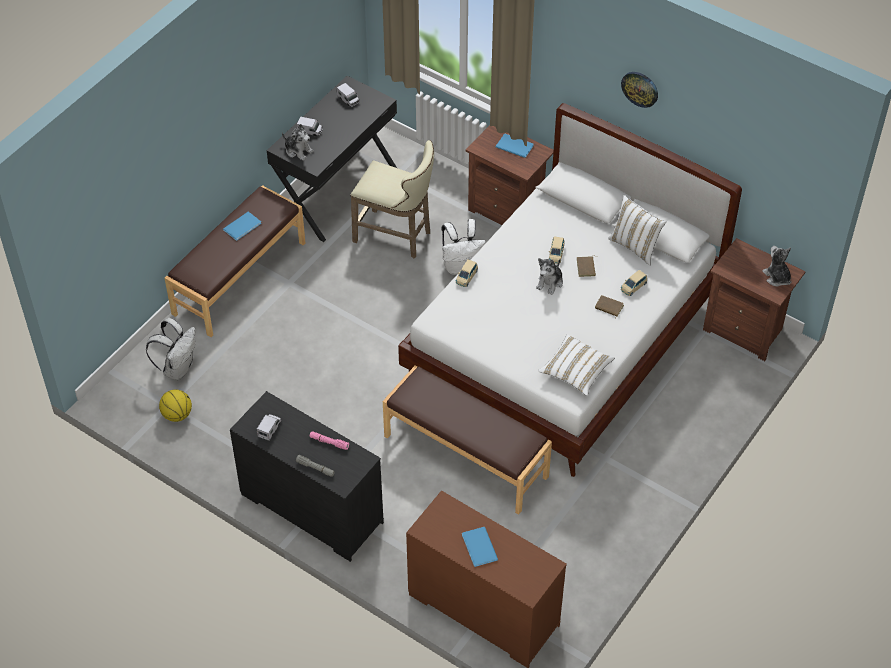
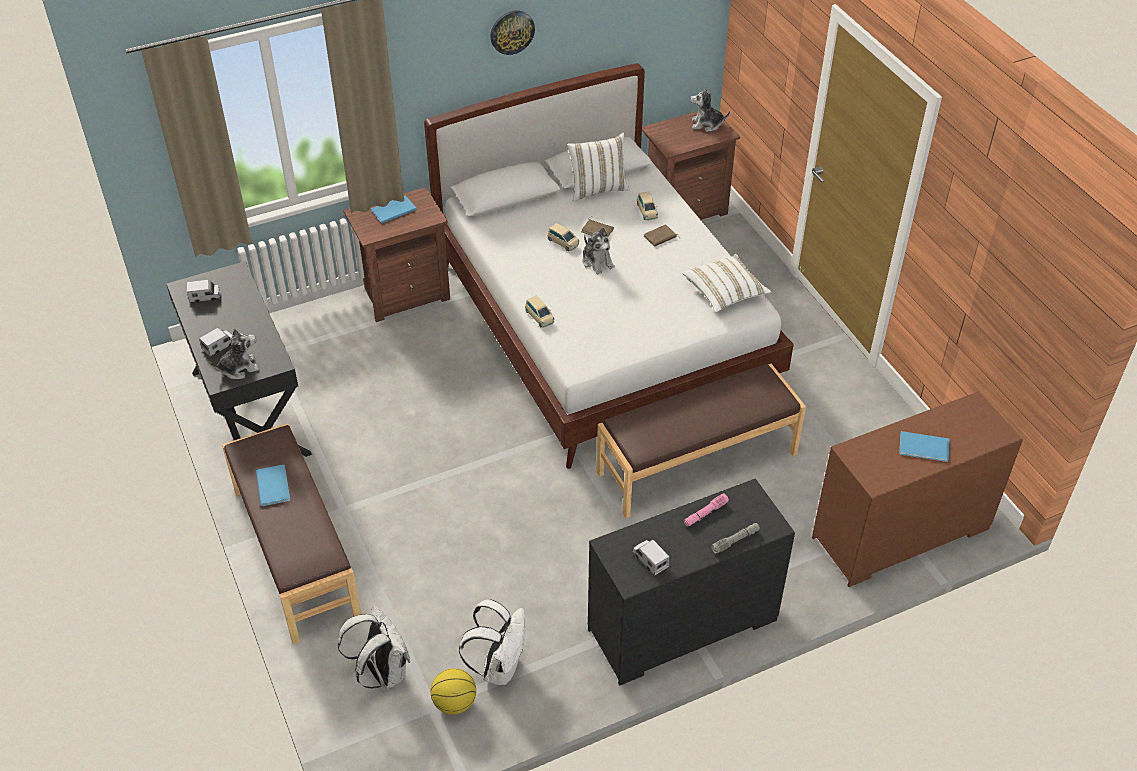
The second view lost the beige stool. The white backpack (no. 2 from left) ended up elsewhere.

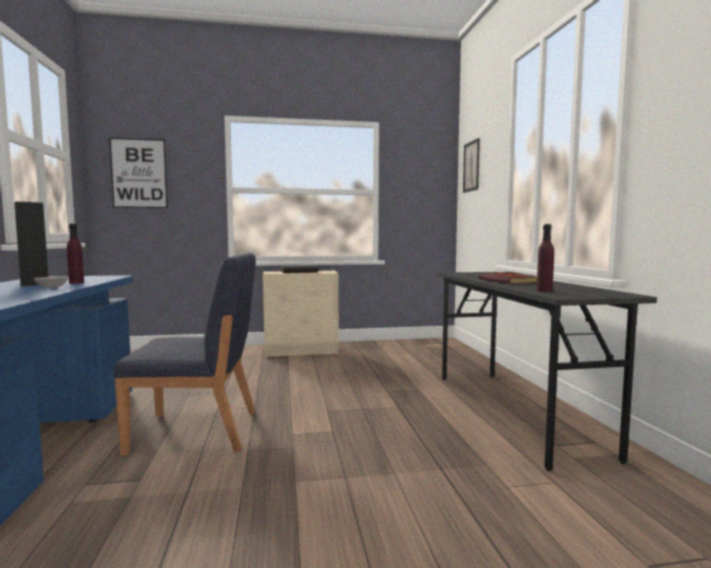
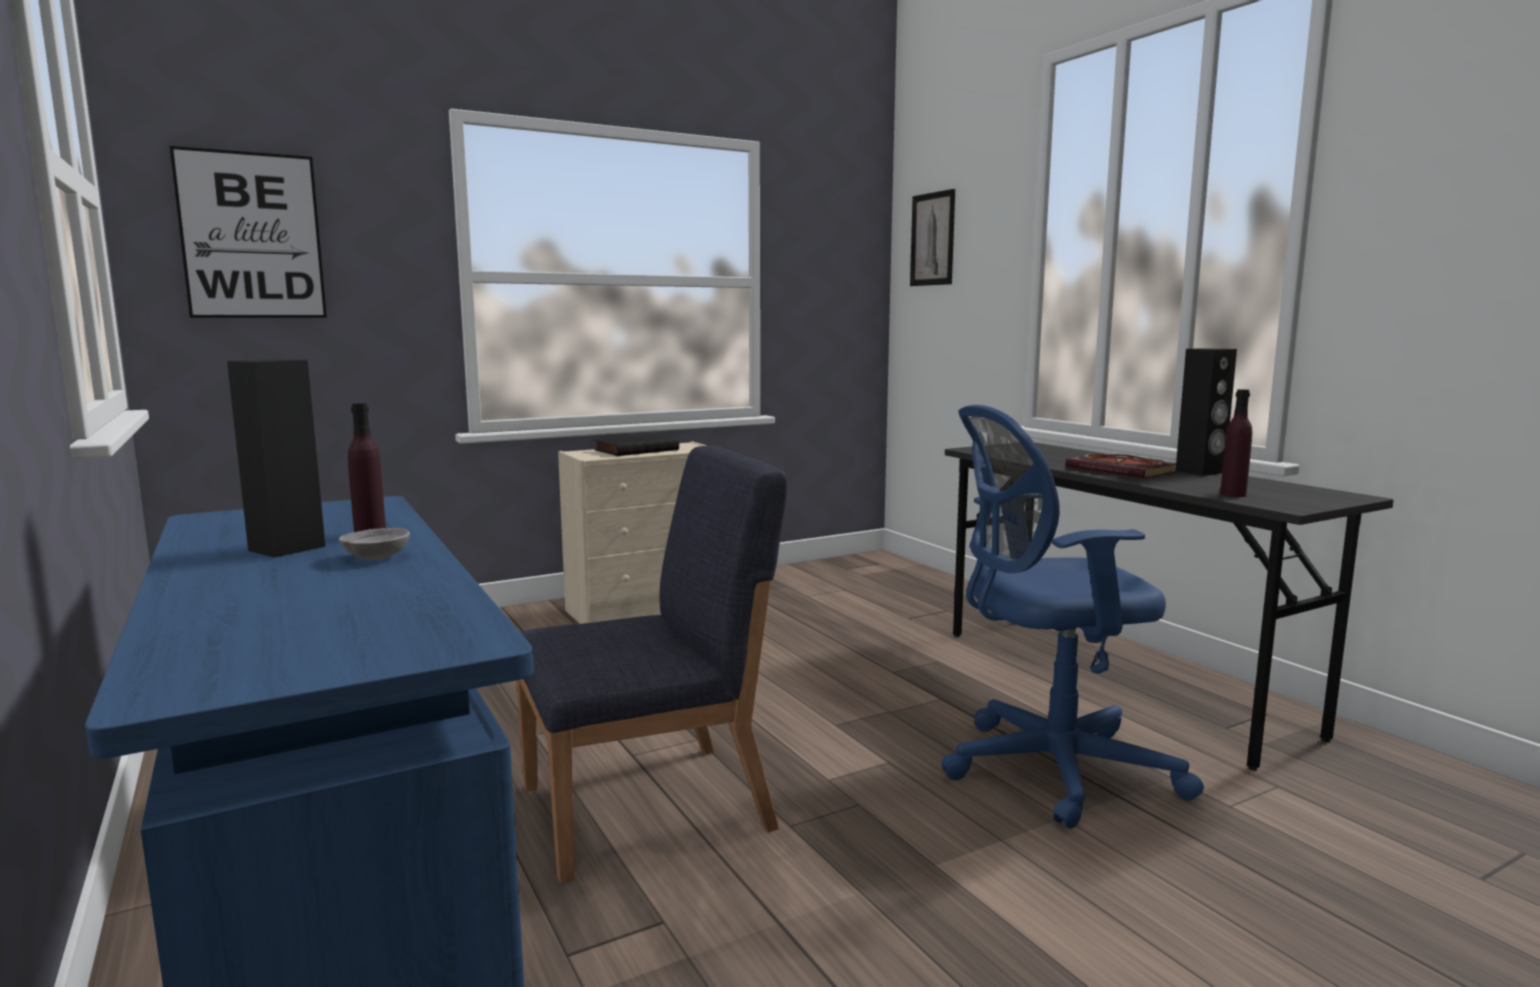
The second view gained the blue office chair. The second view gained the black speaker (no. 2 from left).

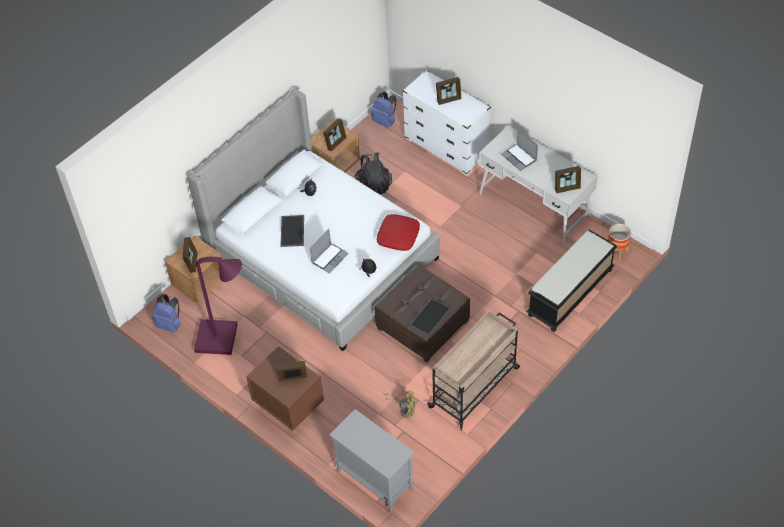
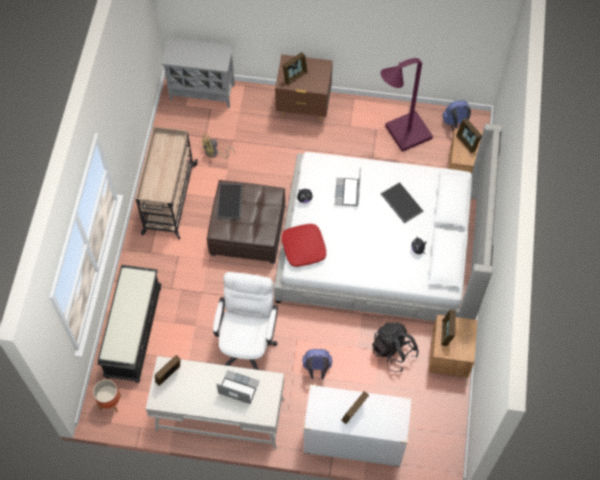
The blue backpack (no. 2 from left in the first image) ended up elsewhere. The second view gained the white office chair.

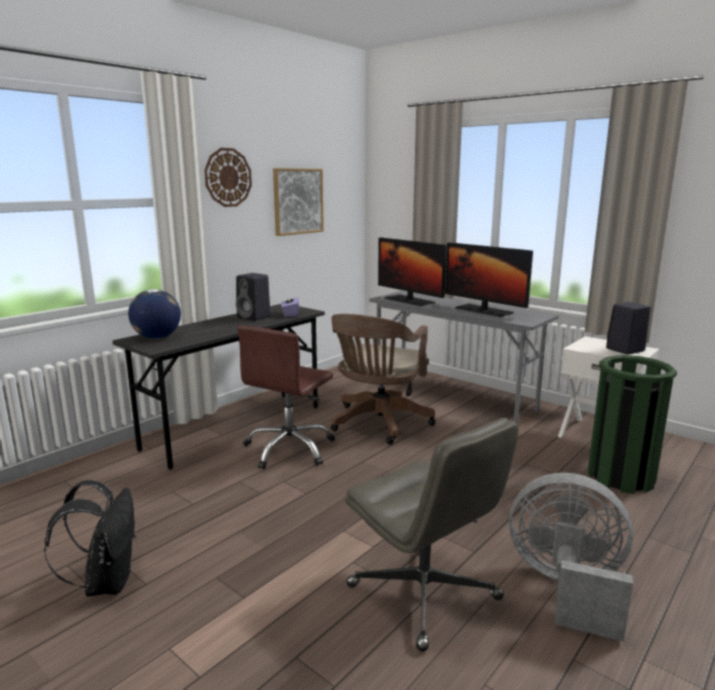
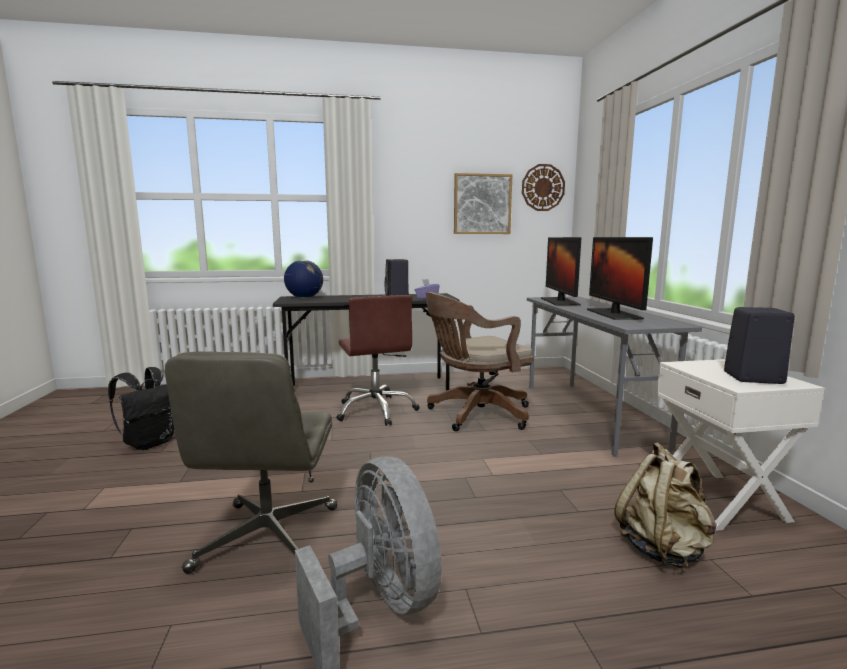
The wall clock ended up elsewhere. The brown office chair (no. 1 from left) ended up facing another way, 90 degrees counterclockwise from before. Where the green trash can stood, the beige backpack came to stand.

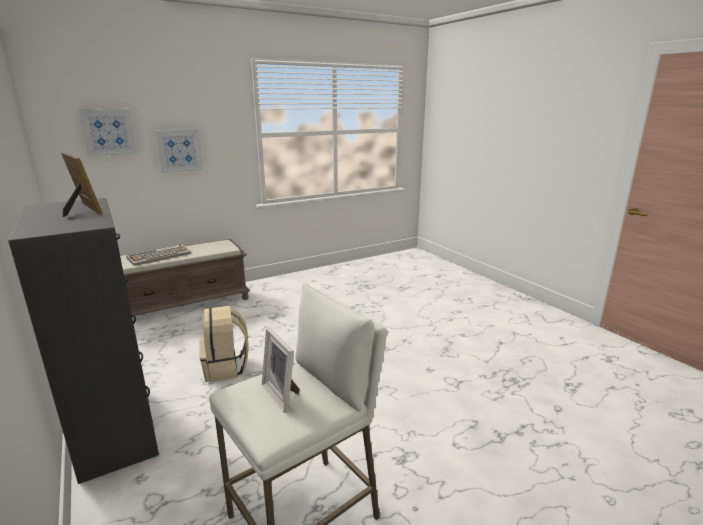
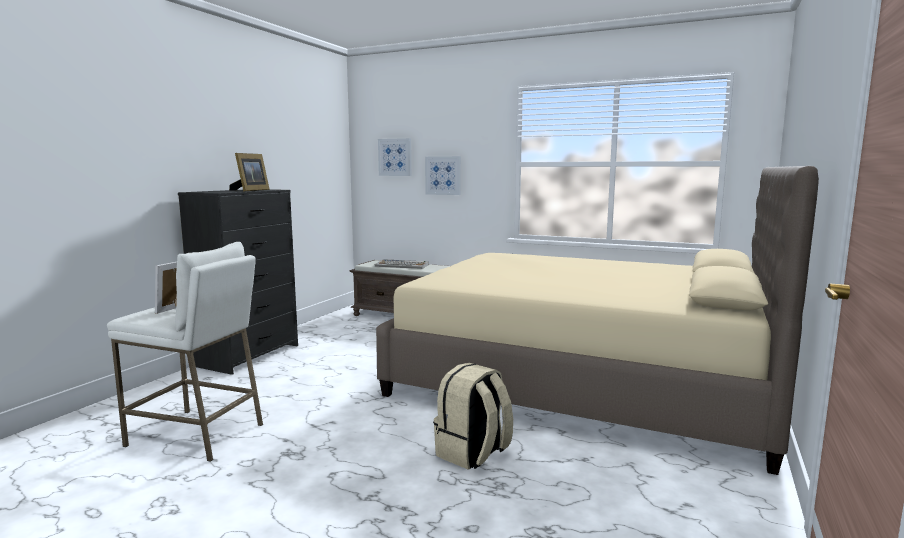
The beige backpack ended up elsewhere. The second view gained the beige bed.

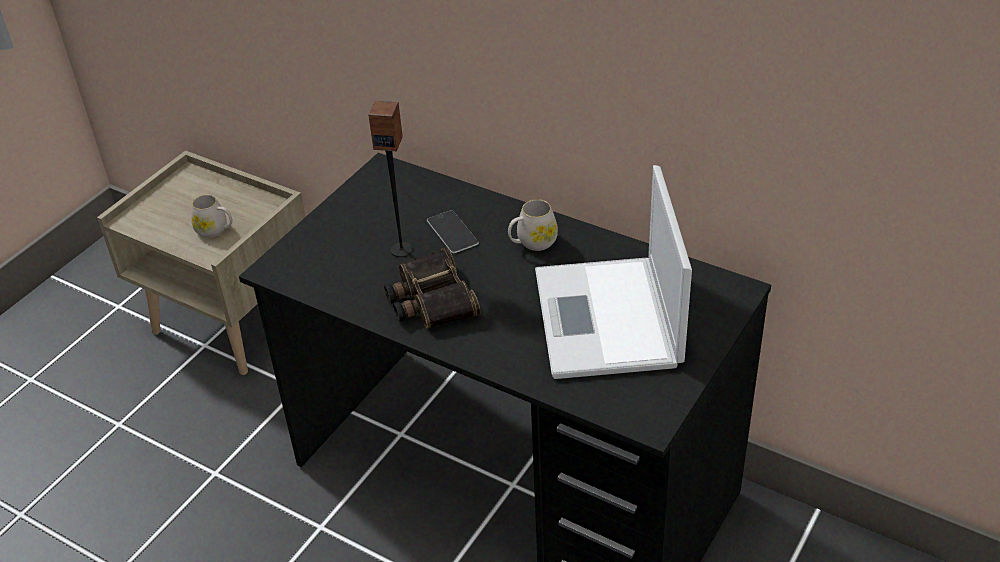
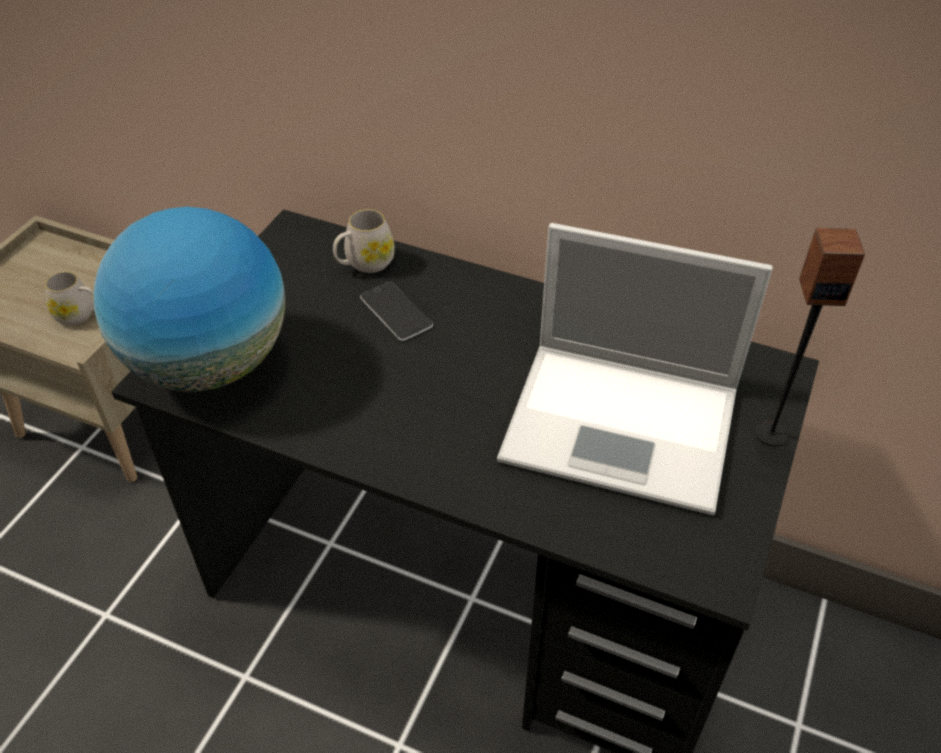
The speaker ended up elsewhere. The second view lost the binoculars. The white mug (no. 2 from left) ended up elsewhere. The laptop ended up facing another way, 60 degrees counterclockwise from before. The second view gained the globe.

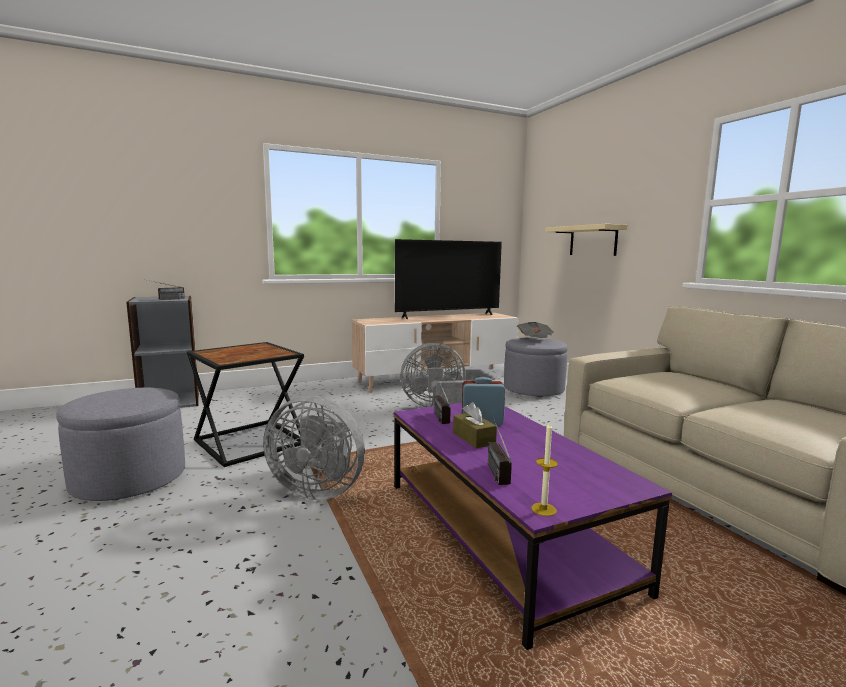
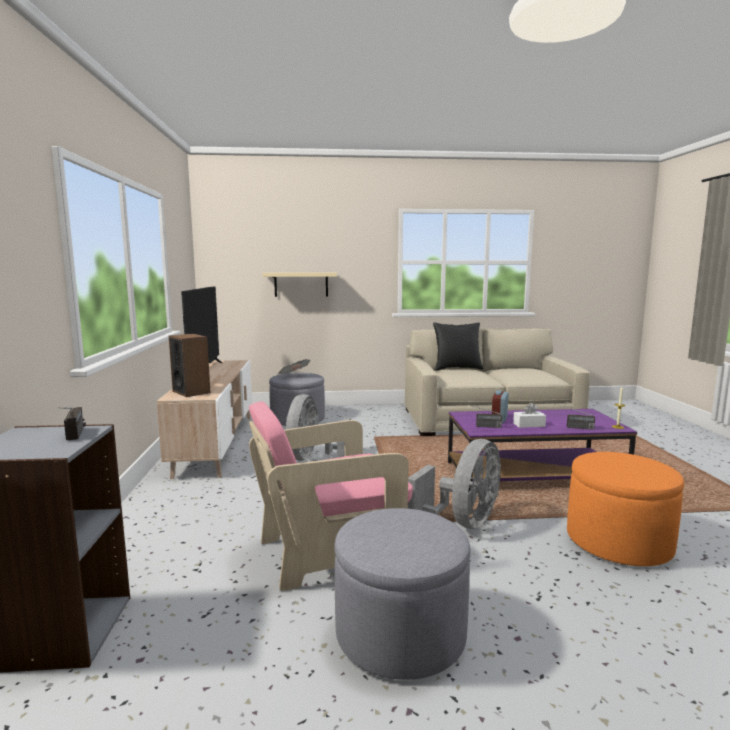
Where the black side table stood, the pink armchair came to stand. What was the brown tissue box turned into the white tissue box. The second view gained the speaker. The second view gained the black pillow. The second view gained the orange ottoman.

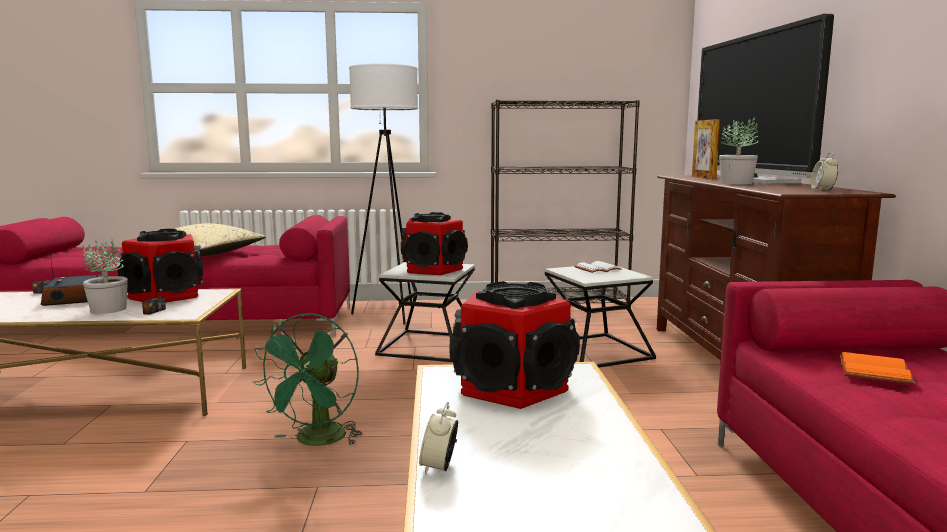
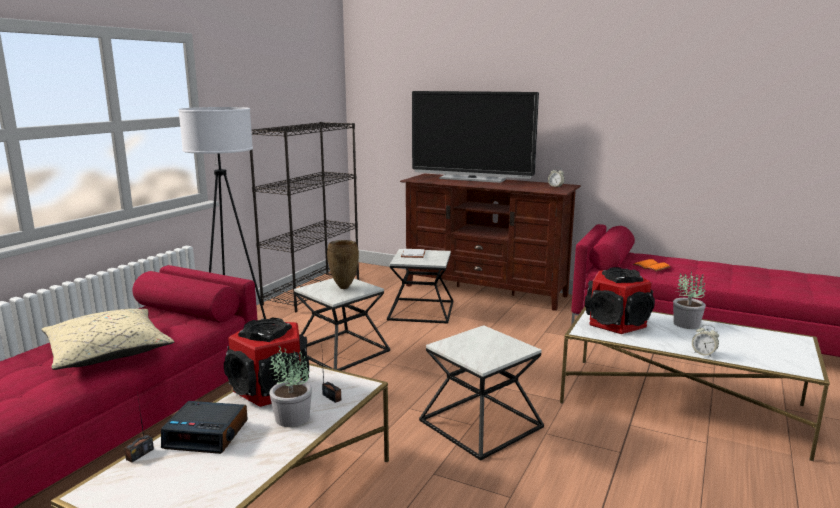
Where the green fan stood, the side table (no. 3 from left) came to stand. Where the speaker (no. 2 from left) stood, the brown vase came to stand. The second view lost the picture frame. The potted plant (no. 2 from left) ended up elsewhere.

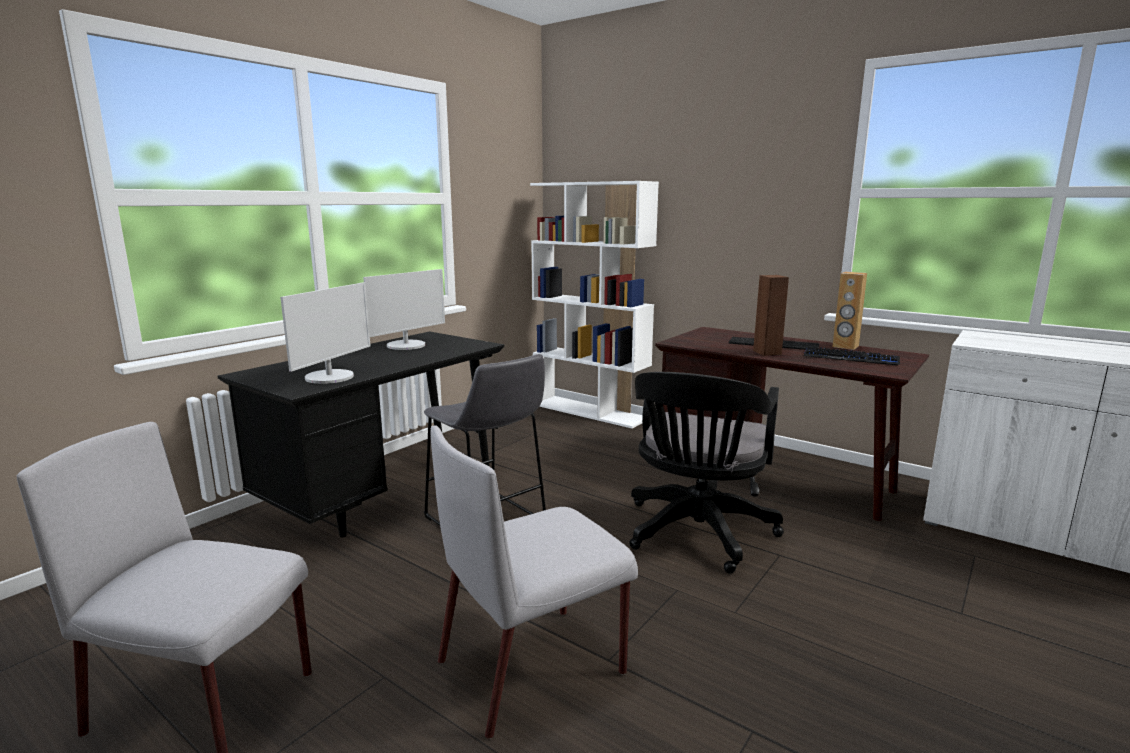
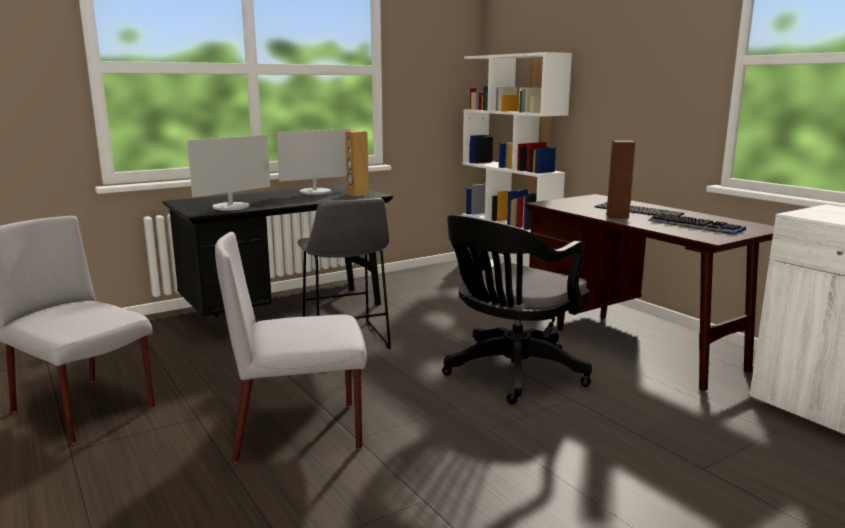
The brown speaker (no. 2 from left in the first image) ended up elsewhere.

